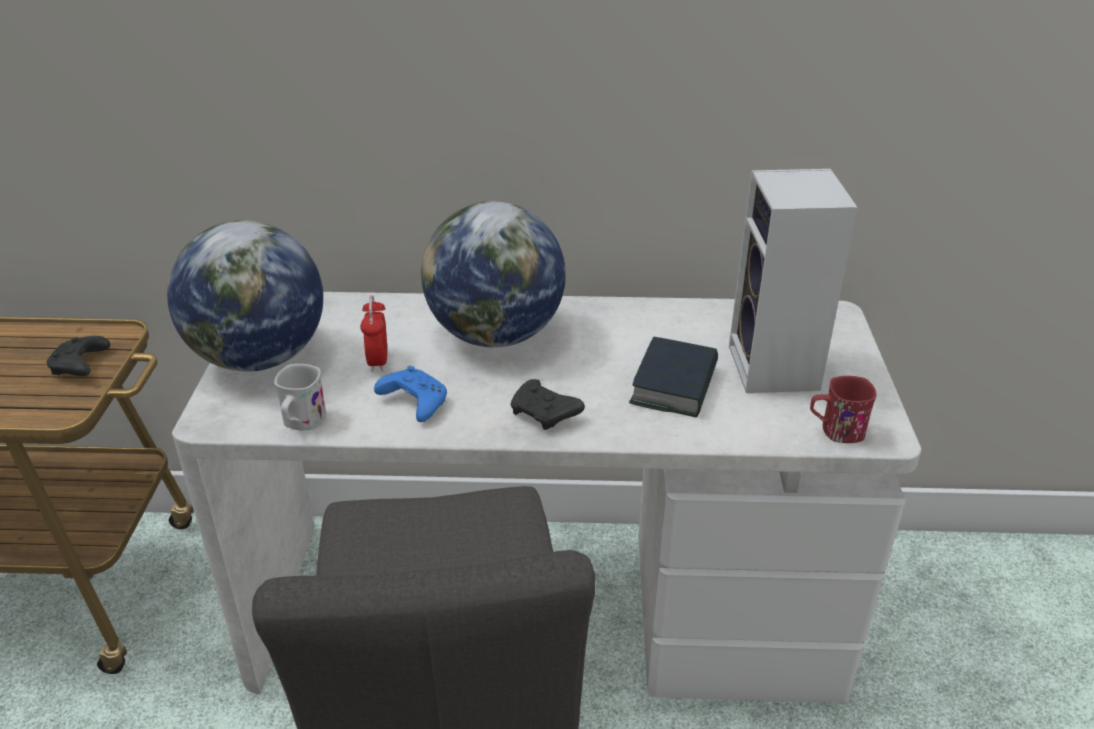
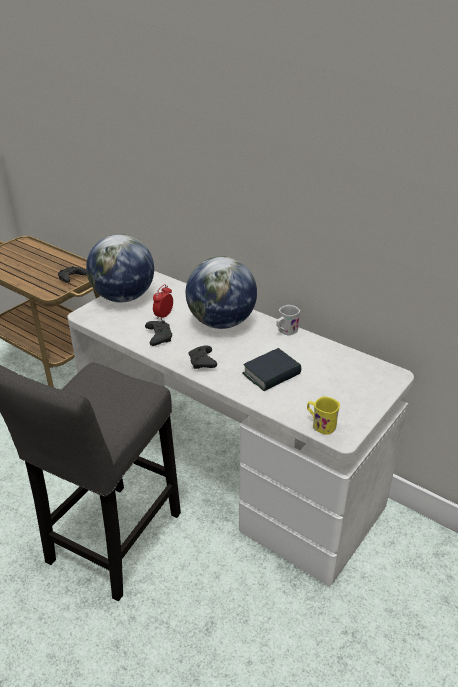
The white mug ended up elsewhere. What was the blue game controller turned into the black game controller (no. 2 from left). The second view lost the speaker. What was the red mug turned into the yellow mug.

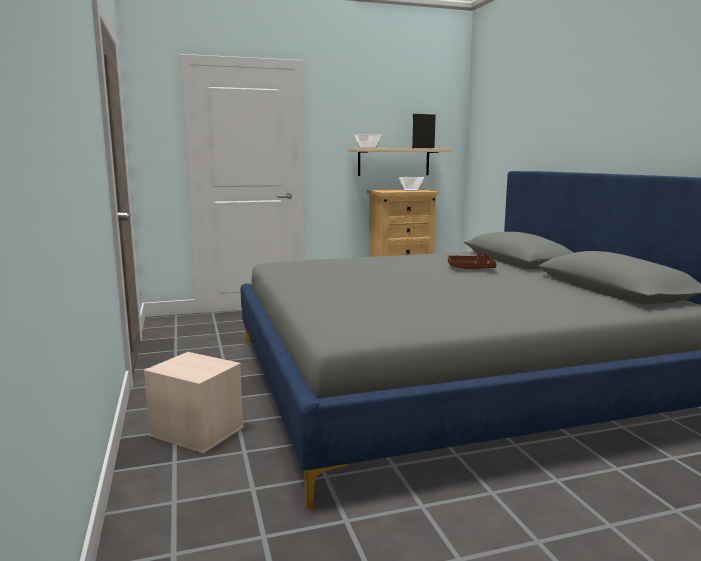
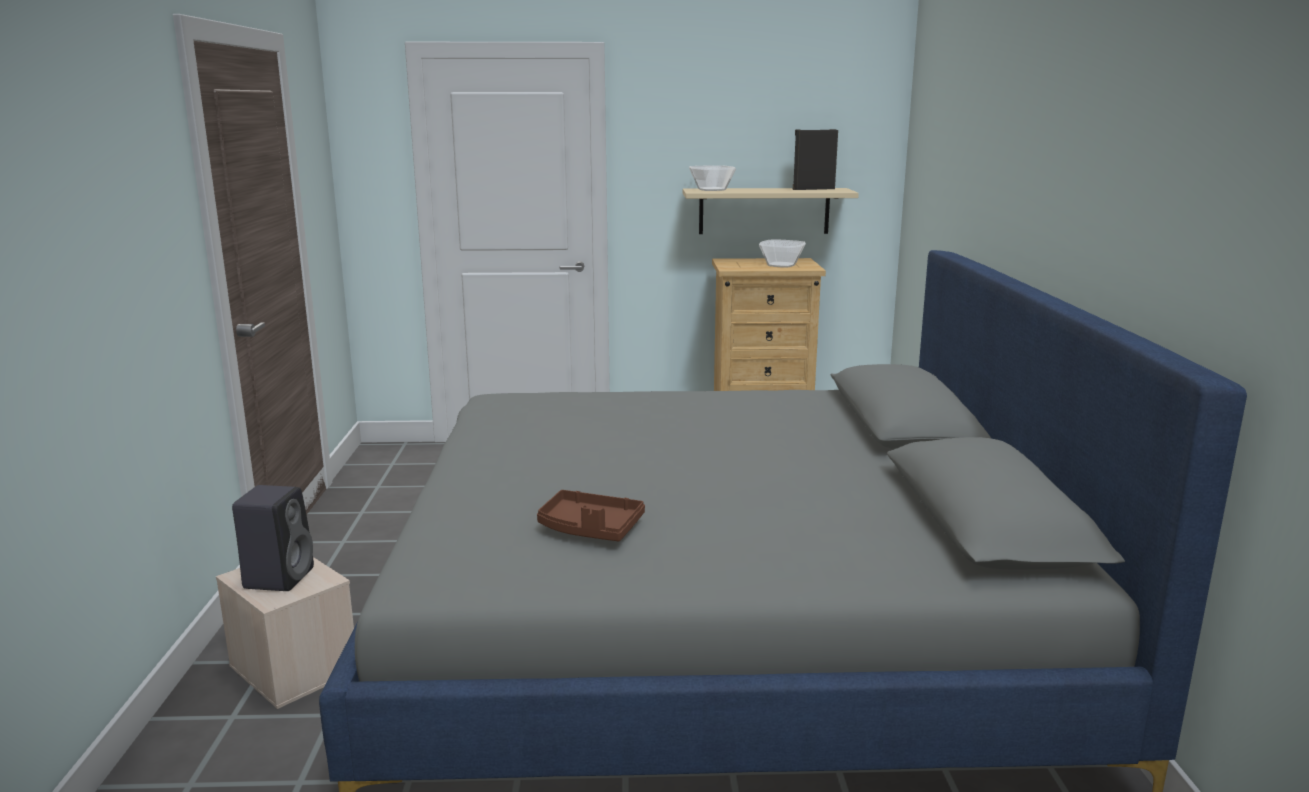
The brown tray ended up elsewhere. The second view gained the black speaker (no. 1 from left).

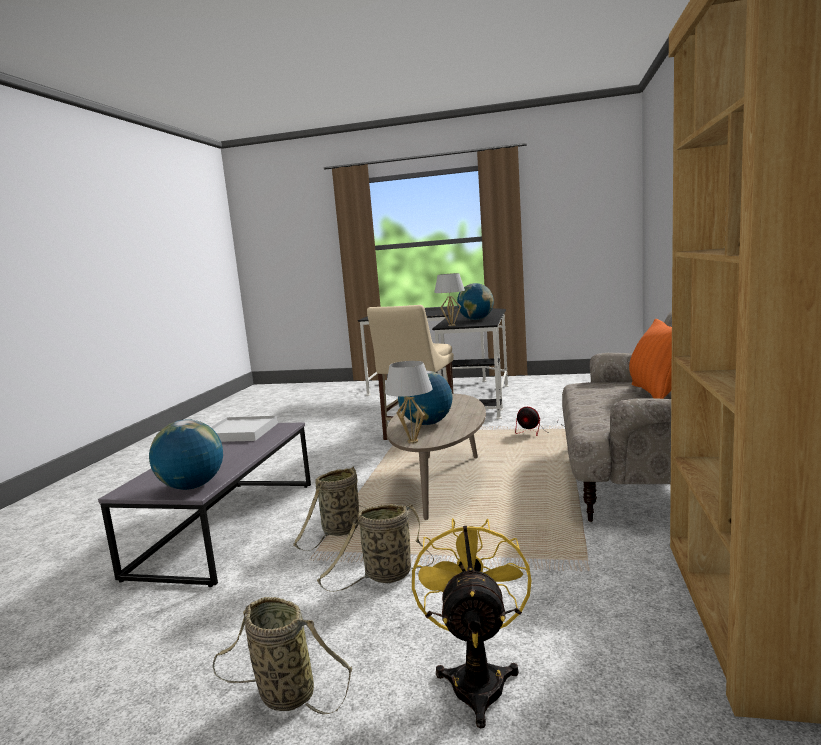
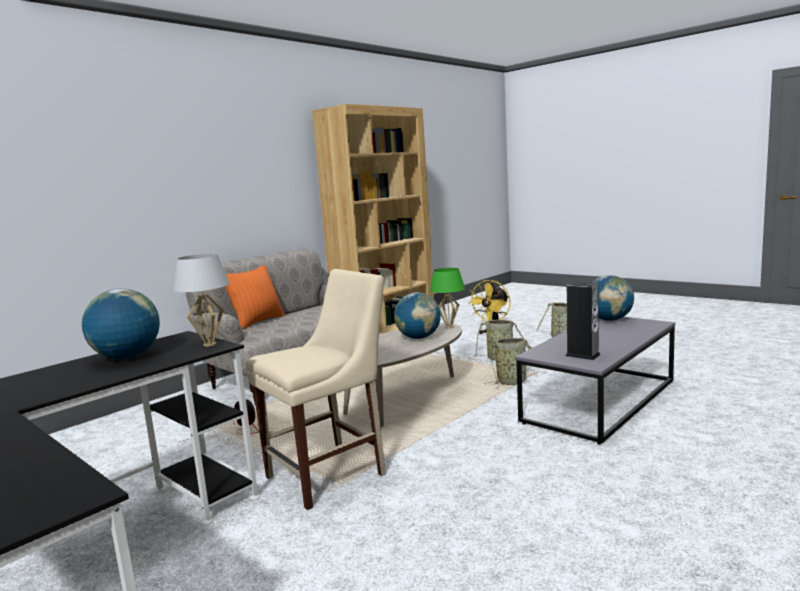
Where the white tray stood, the speaker came to stand. What was the white table lamp (no. 1 from left) turned into the green table lamp.

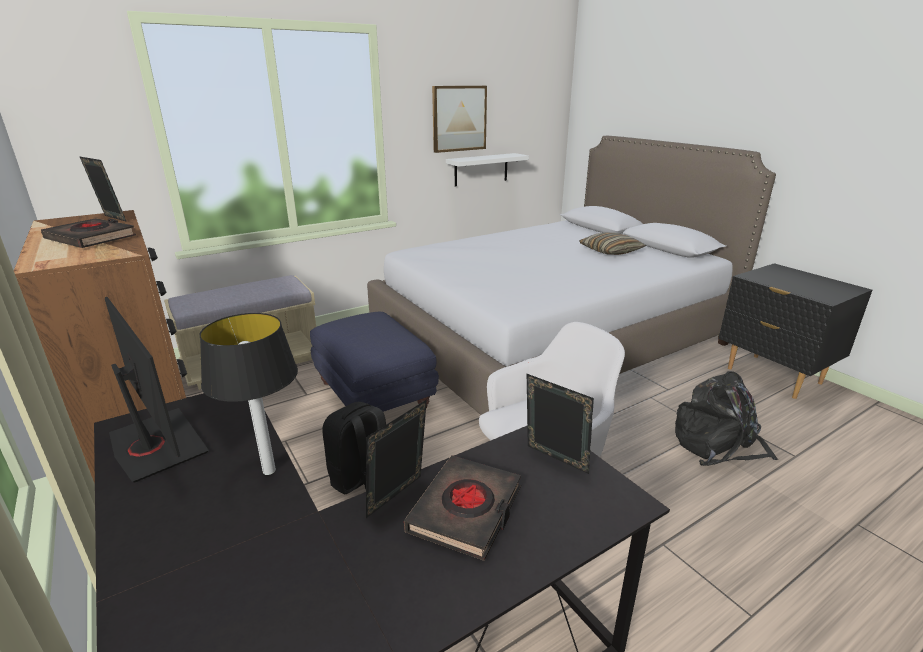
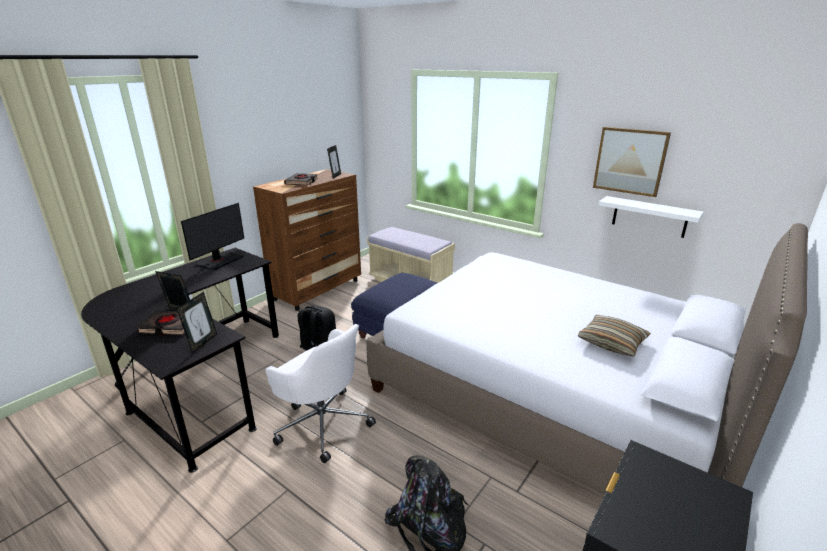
The second view lost the table lamp.

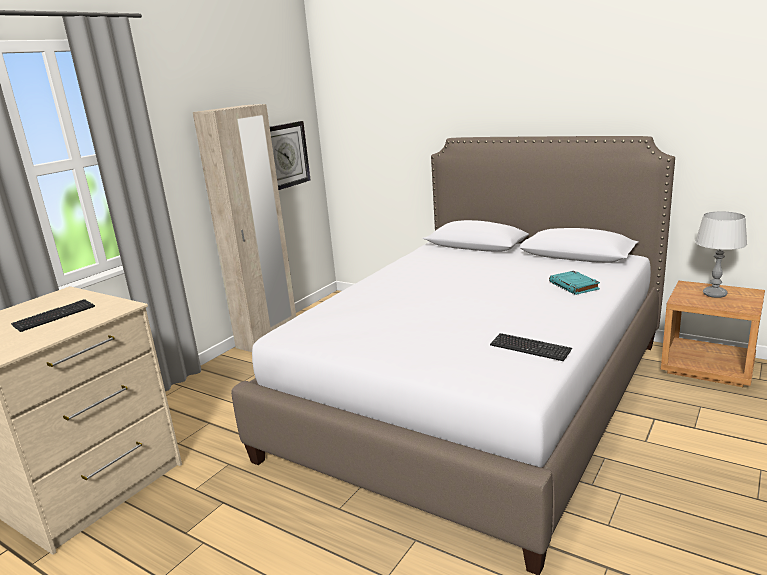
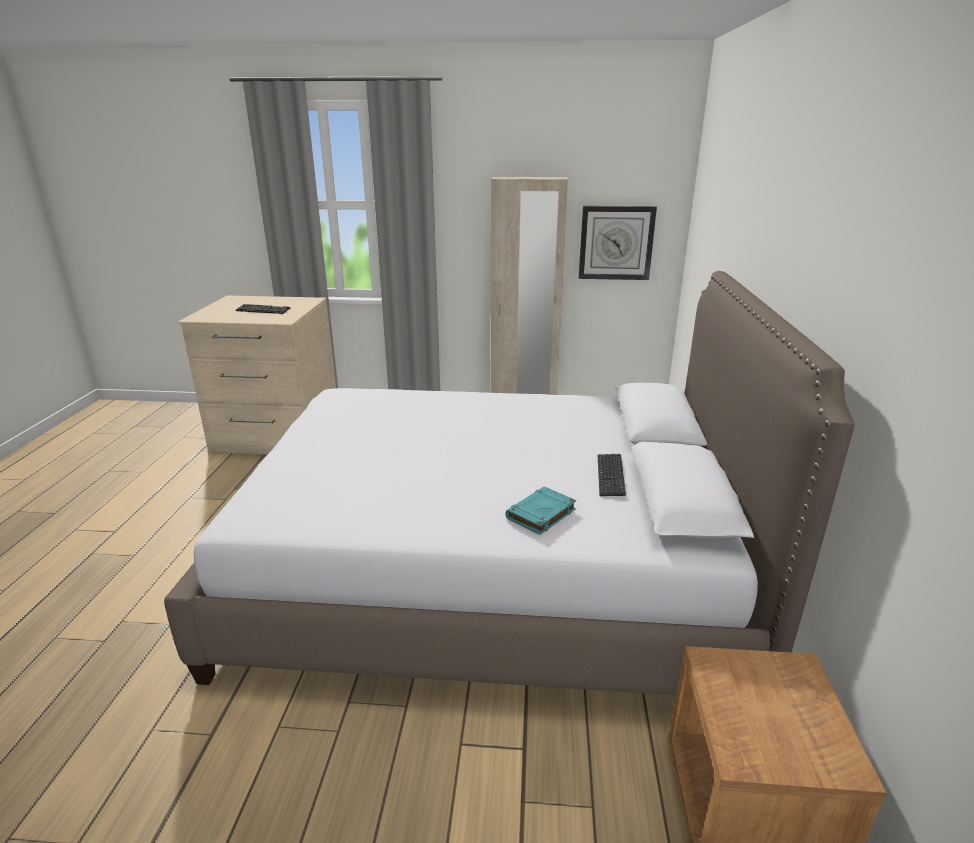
The keyboard (no. 2 from left) ended up elsewhere. The second view lost the grey table lamp.

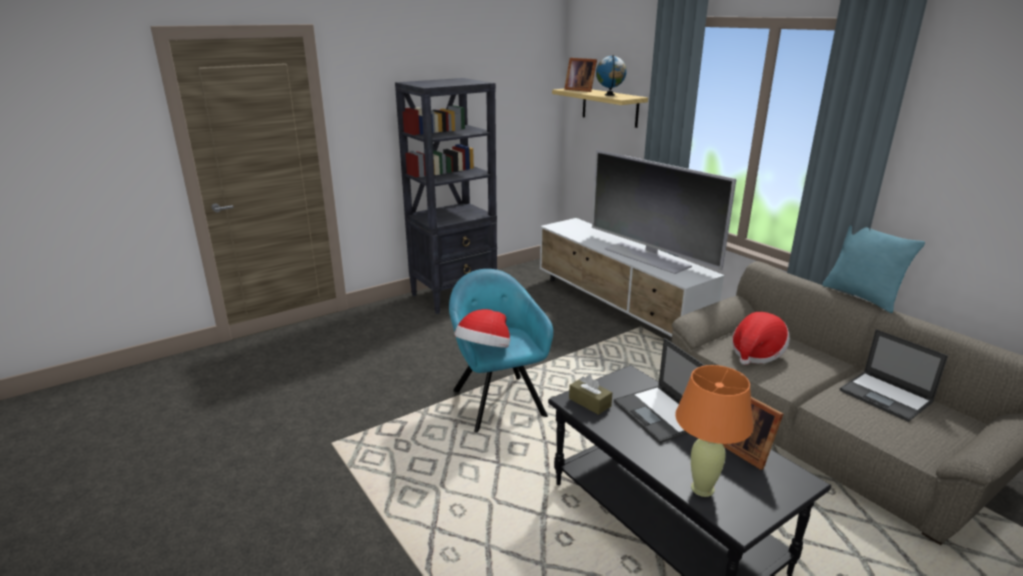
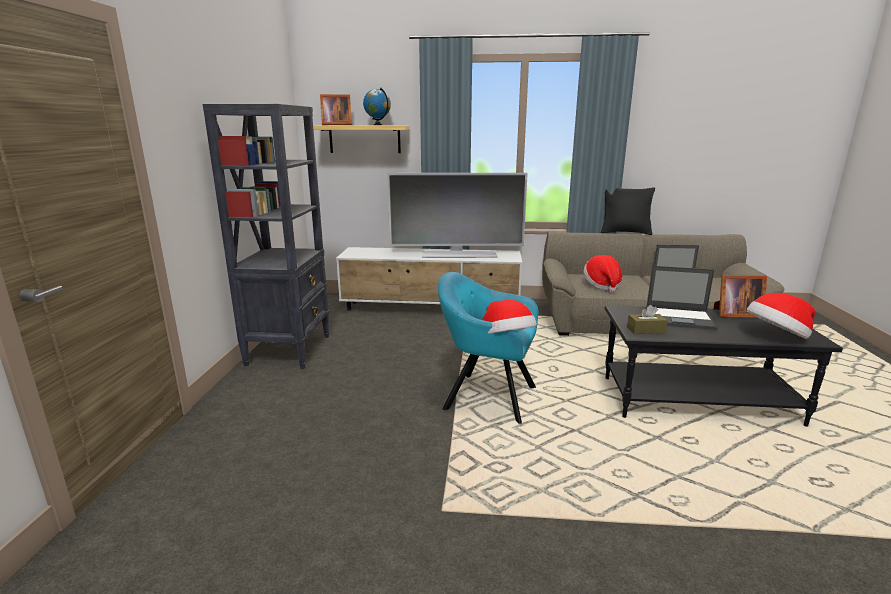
Where the orange table lamp stood, the hat (no. 3 from left) came to stand. What was the turquoise pillow turned into the black pillow.

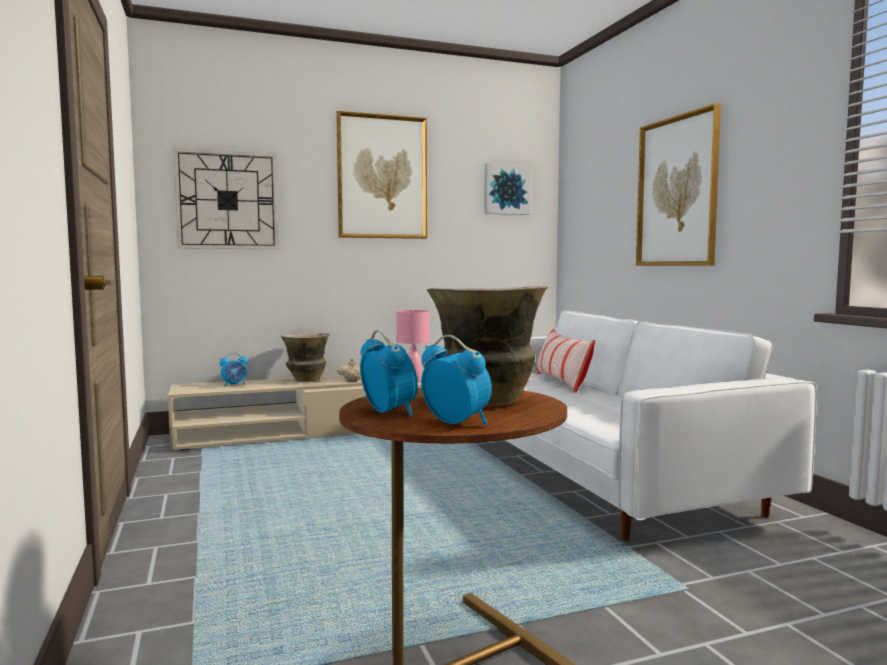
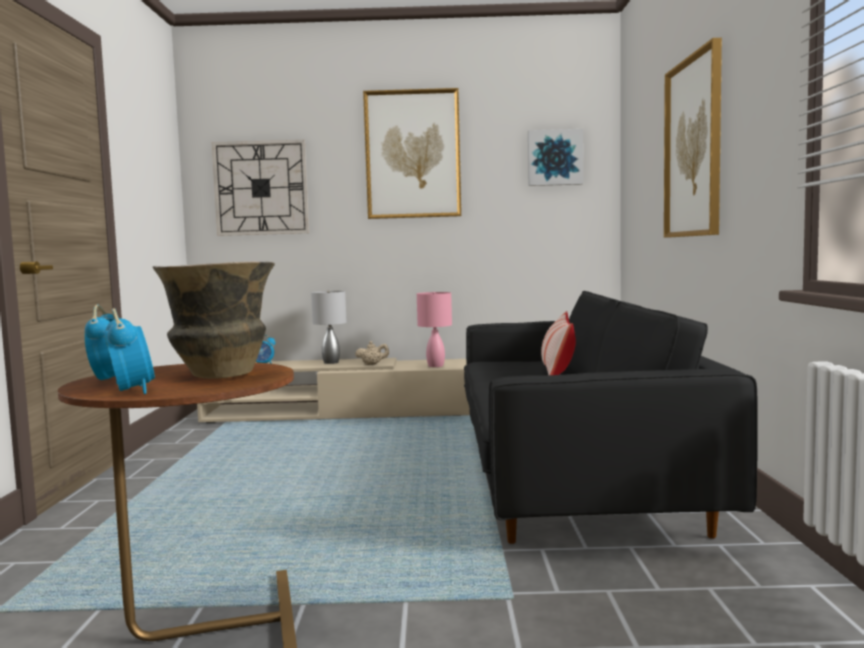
Where the vase (no. 1 from left) stood, the grey table lamp came to stand. What was the white sofa turned into the black sofa.

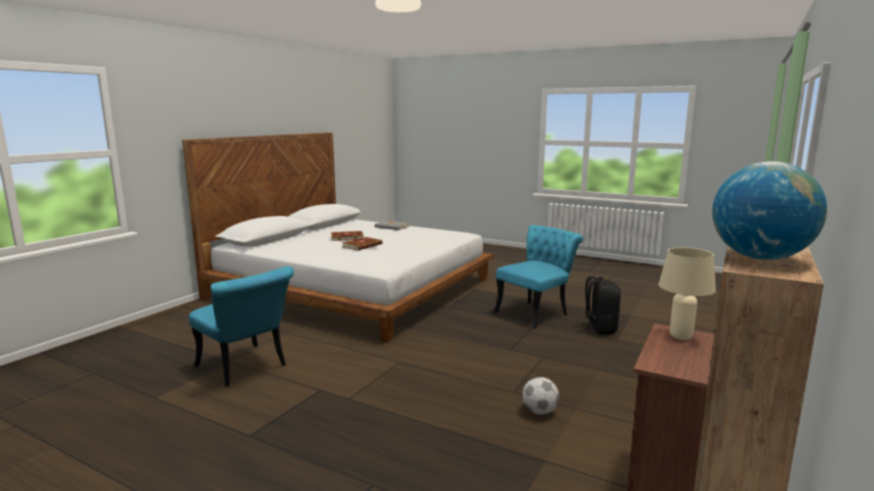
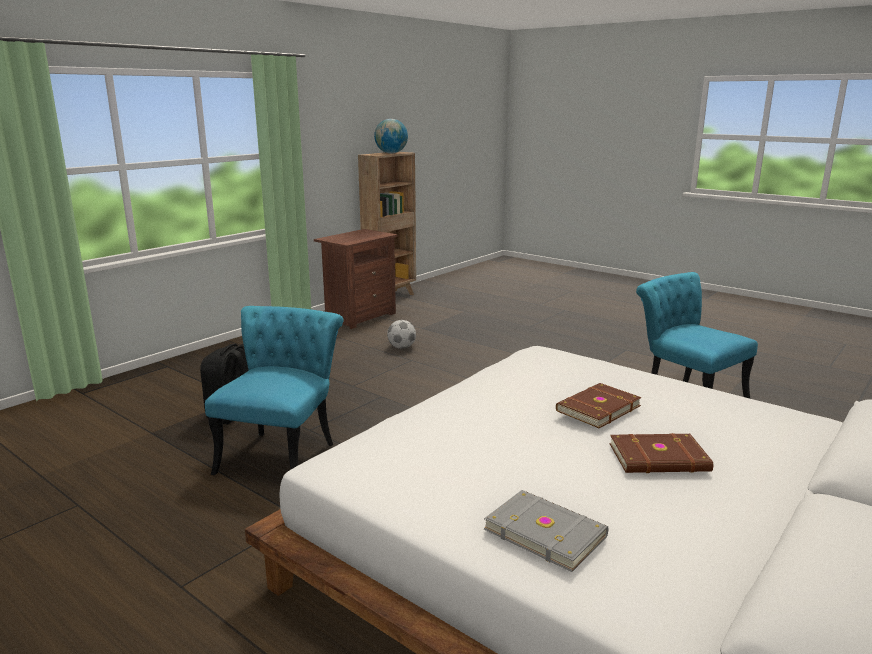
The turquoise chair (no. 2 from left in the first image) ended up facing another way, 135 degrees clockwise from before. The second view lost the beige table lamp.

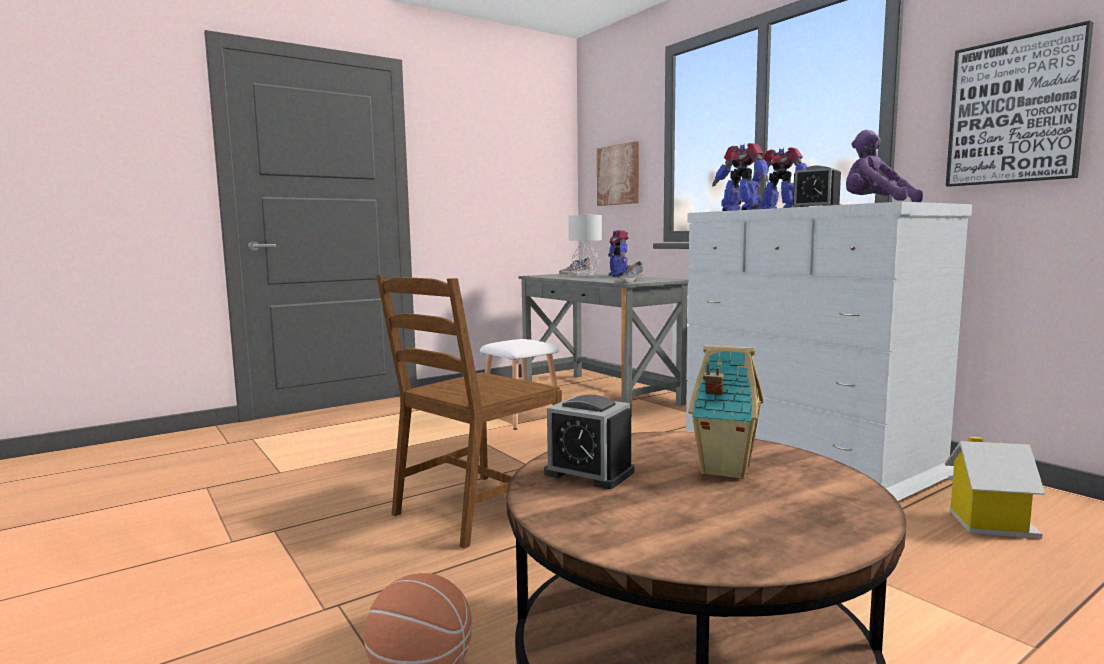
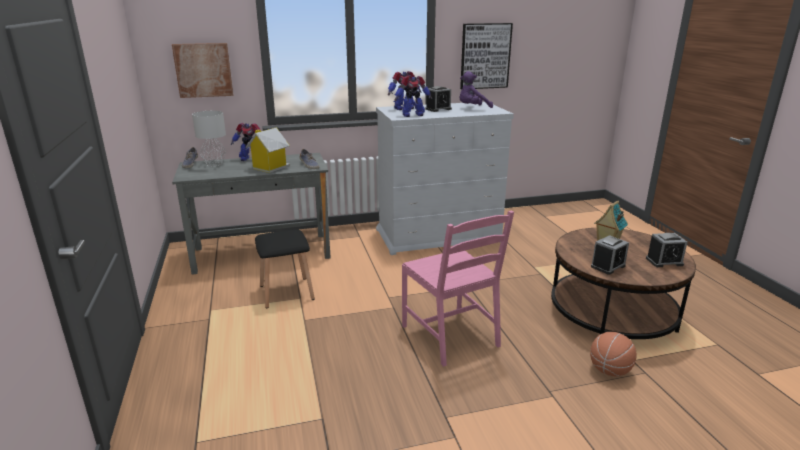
What was the brown chair turned into the pink chair. What was the white stool turned into the black stool. The toy house (no. 2 from left in the first image) ended up elsewhere. The second view gained the alarm clock (no. 3 from left).

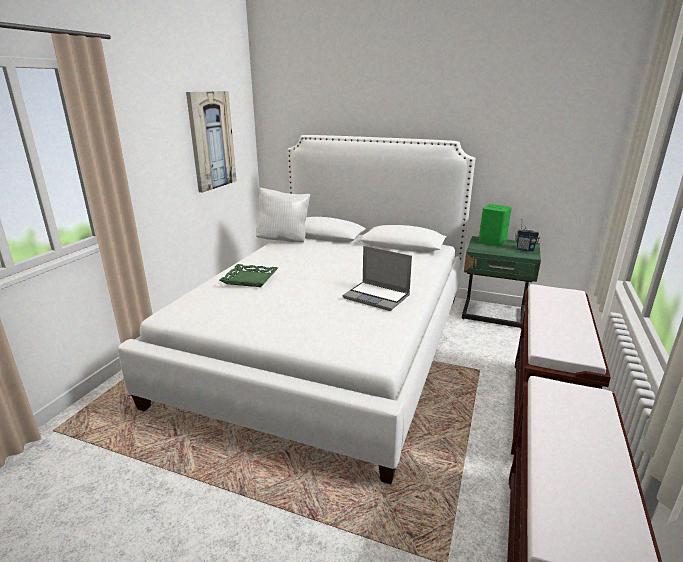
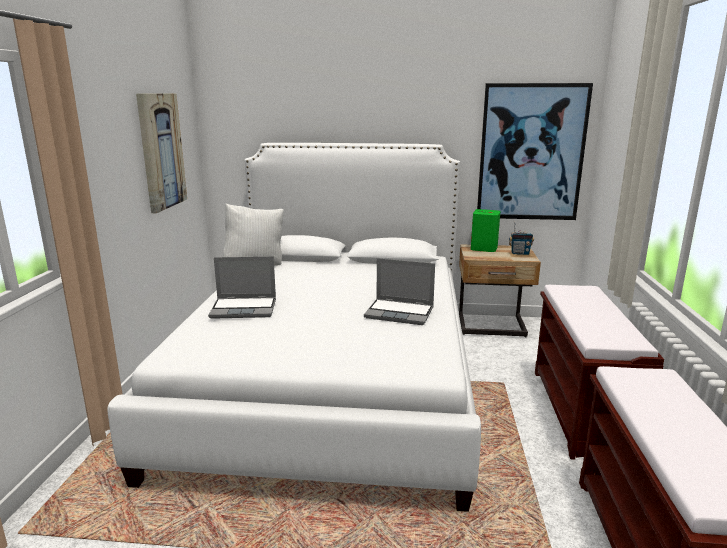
Where the green tray stood, the laptop (no. 1 from left) came to stand. What was the green nightstand turned into the beige nightstand. The second view gained the picture (no. 2 from left).

